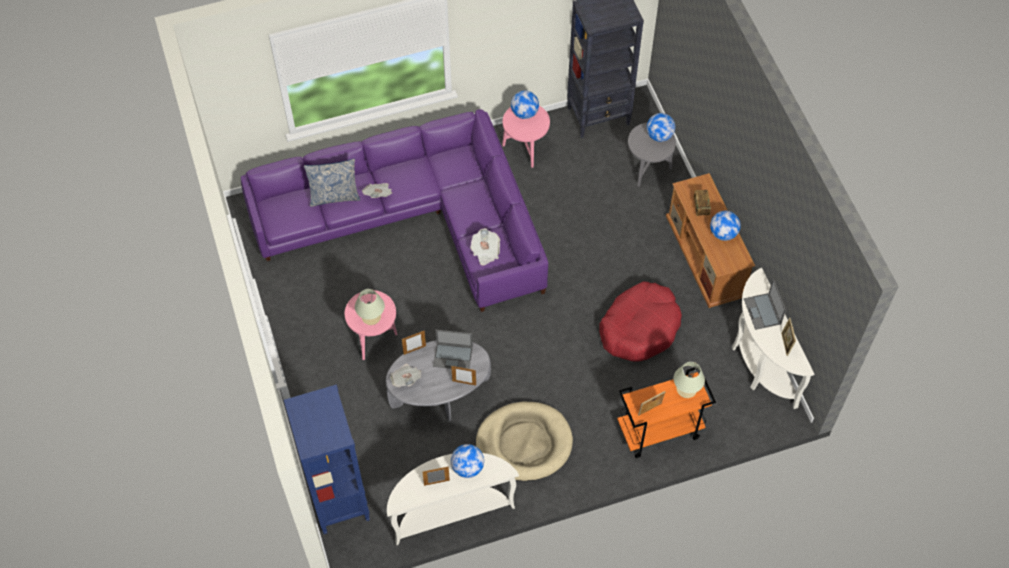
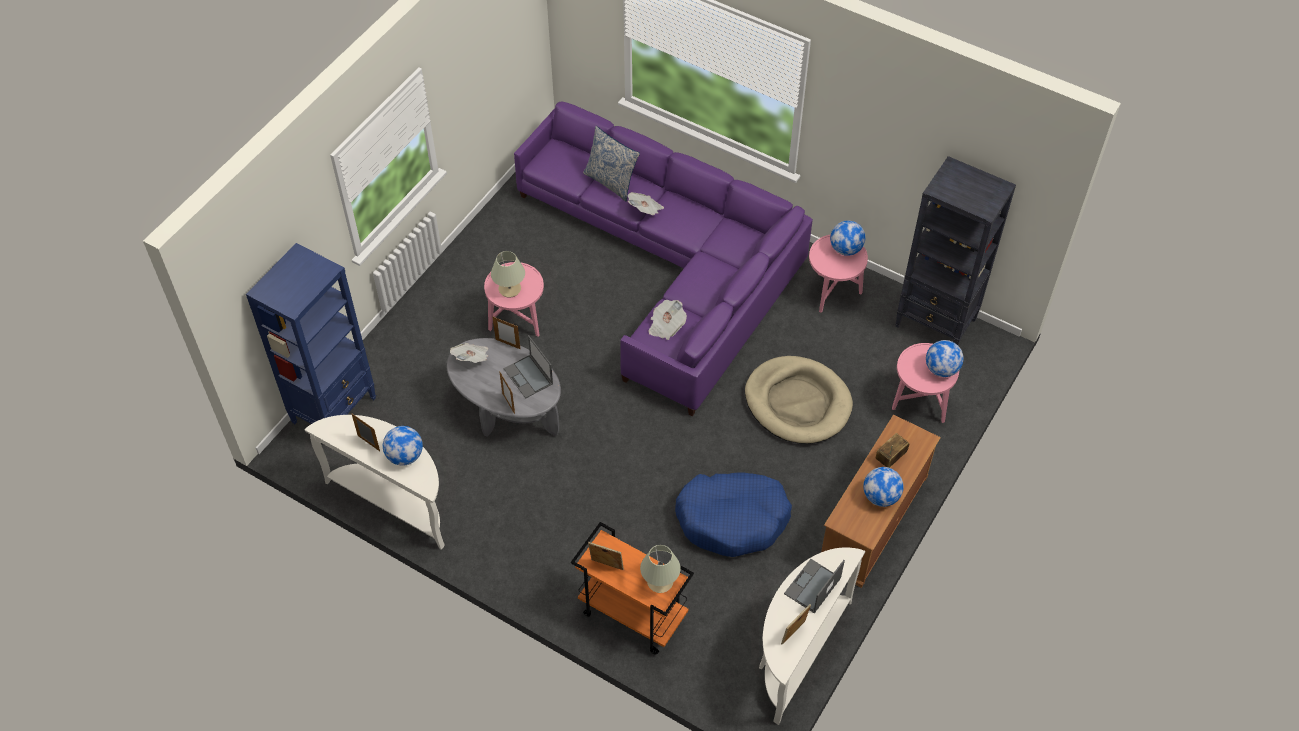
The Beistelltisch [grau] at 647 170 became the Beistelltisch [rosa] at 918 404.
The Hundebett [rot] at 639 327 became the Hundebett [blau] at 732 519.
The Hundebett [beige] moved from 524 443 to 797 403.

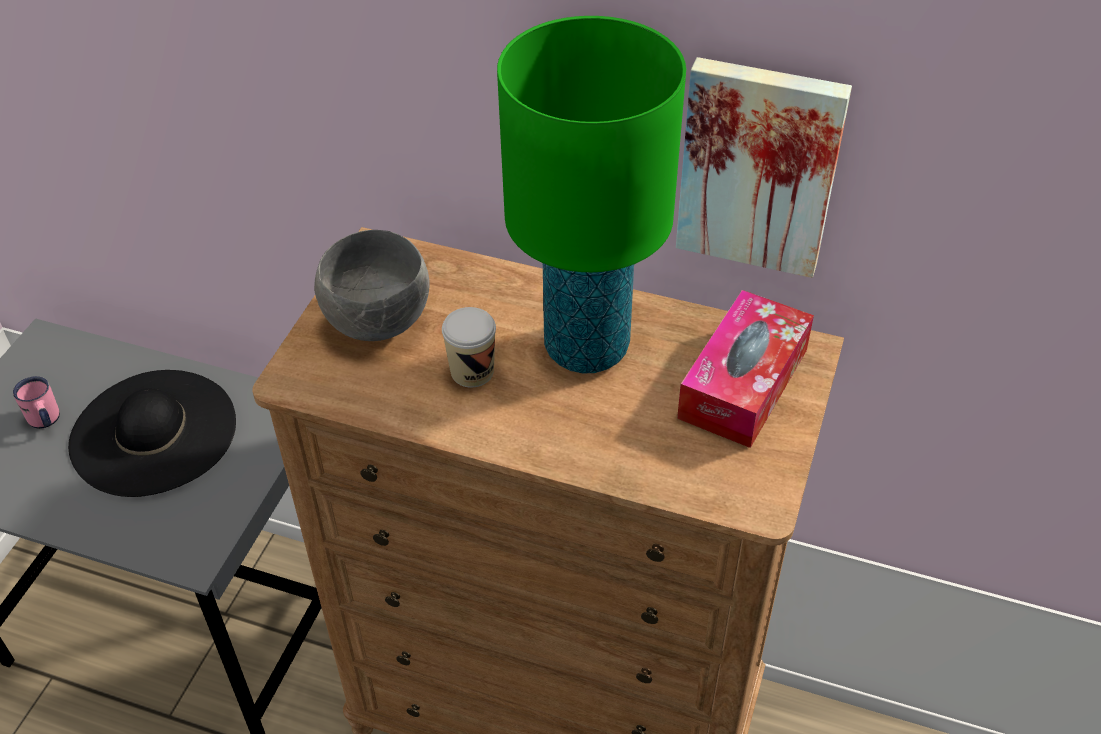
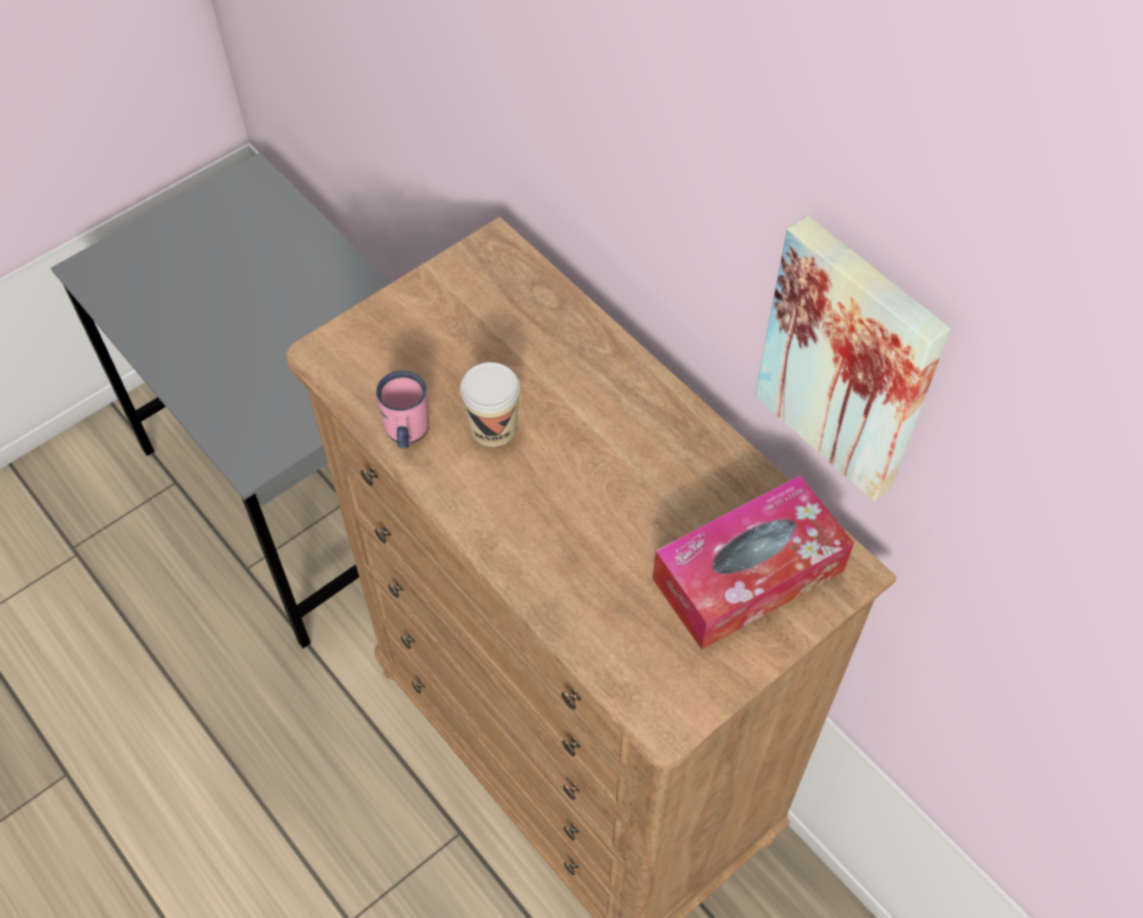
The Tischlampe [grün] at 587 347 disappeared.
The Schüssel [grau] at 380 321 disappeared.
The Hut [schwarz] at 153 432 disappeared.
The Henkelbecher [rosa] moved from 45 421 to 406 433.

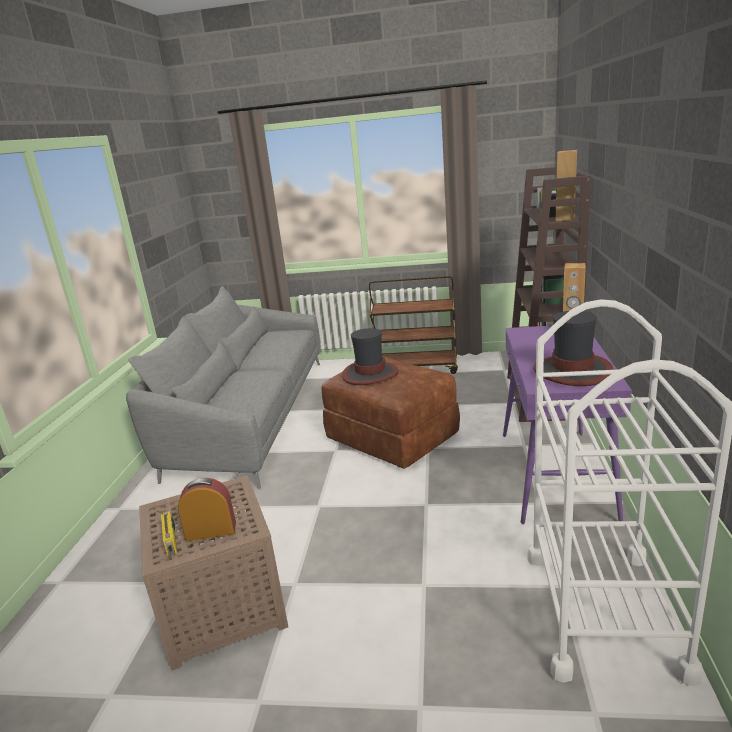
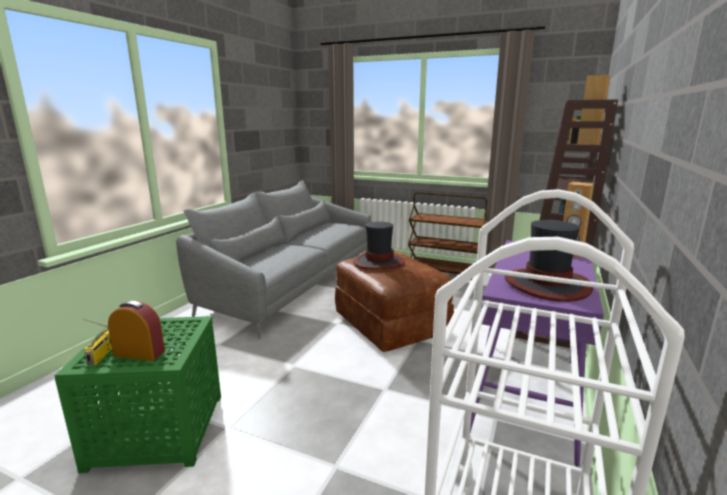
The Beistelltisch [braun] at 221 610 became the Beistelltisch [grün] at 155 431.

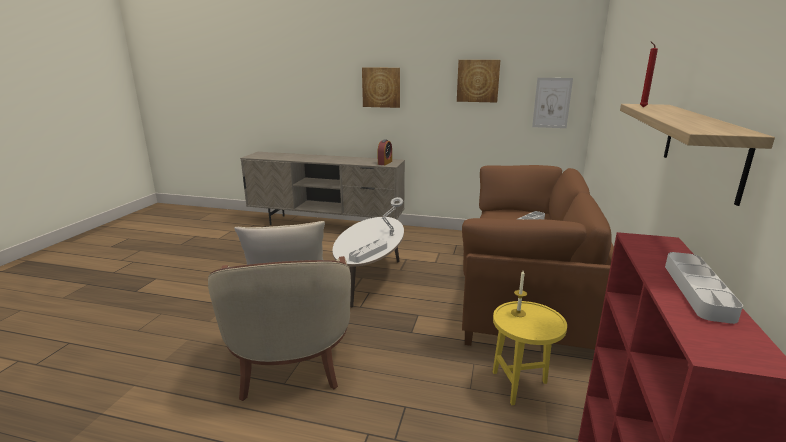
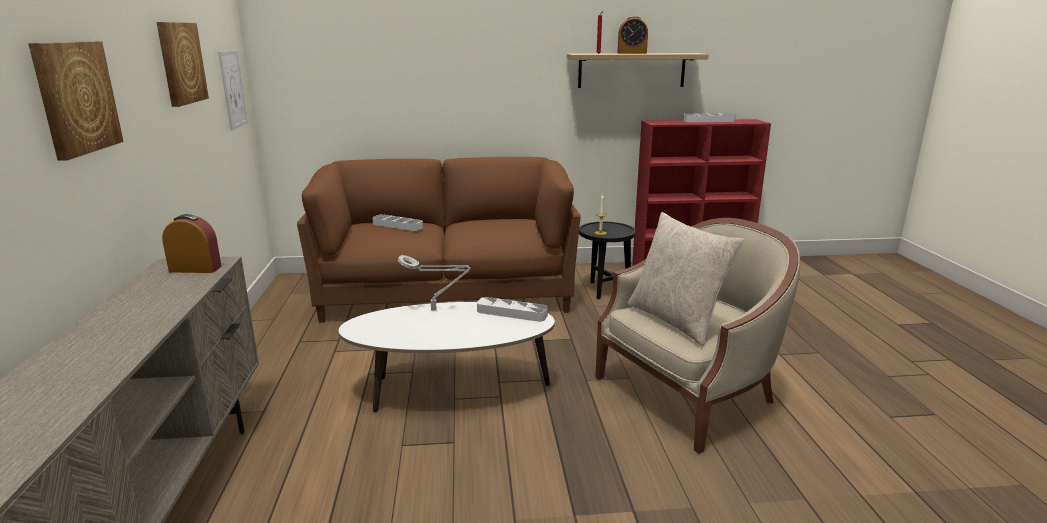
The Beistelltisch [gelb] at 521 385 became the Beistelltisch [schwarz] at 604 289.
The Wecker at 632 53 appeared.

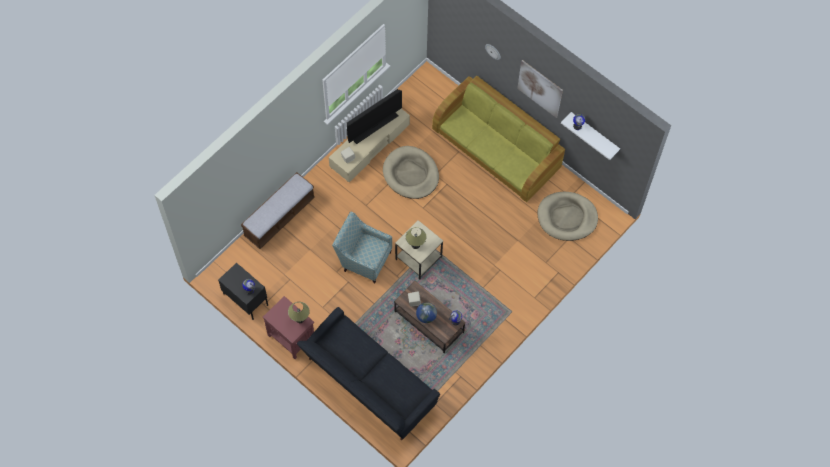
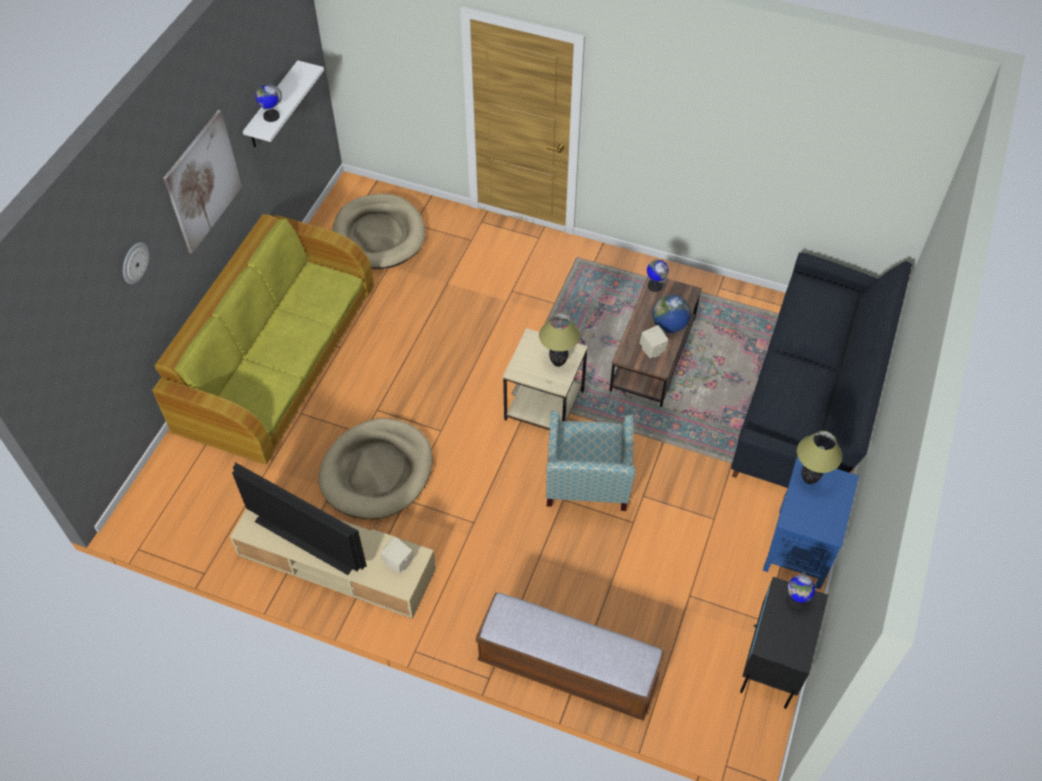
The Beistelltisch [rot] at 291 337 became the Beistelltisch [blau] at 799 547.

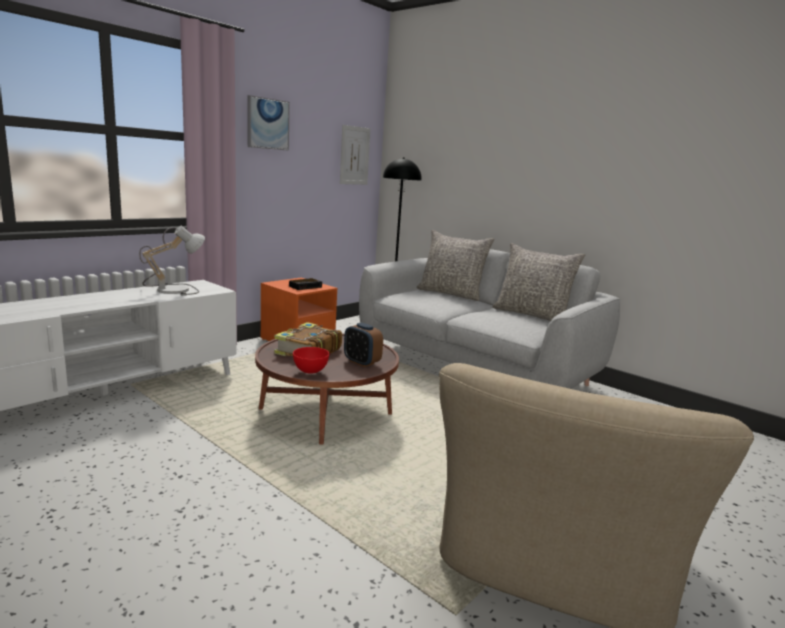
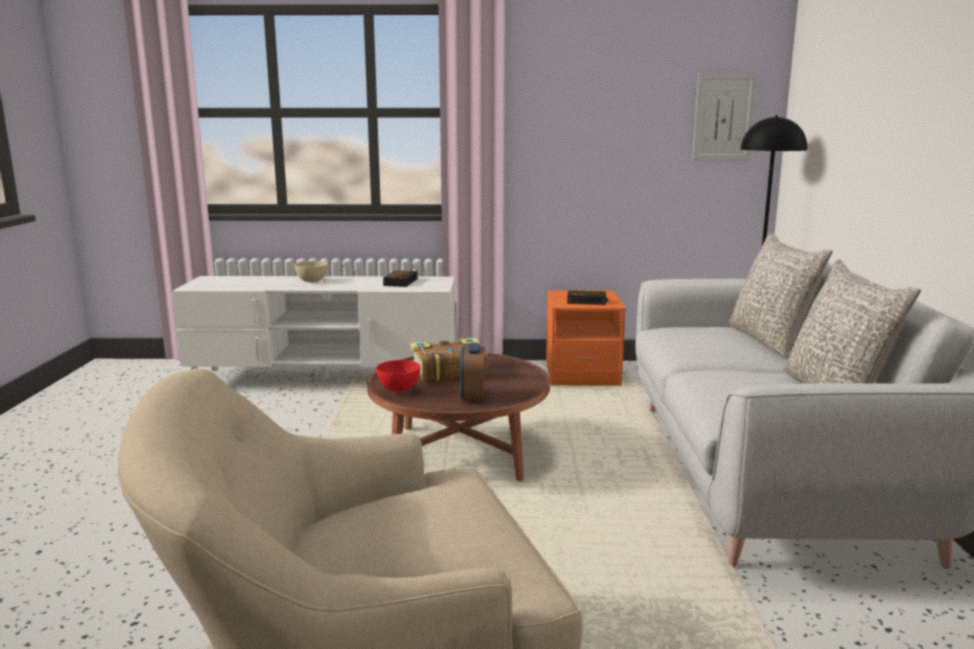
The Bild at 267 124 disappeared.
The Tischlampe at 174 289 was replaced by the Wecker at 401 282.
The Schüssel [beige] at 312 281 appeared.

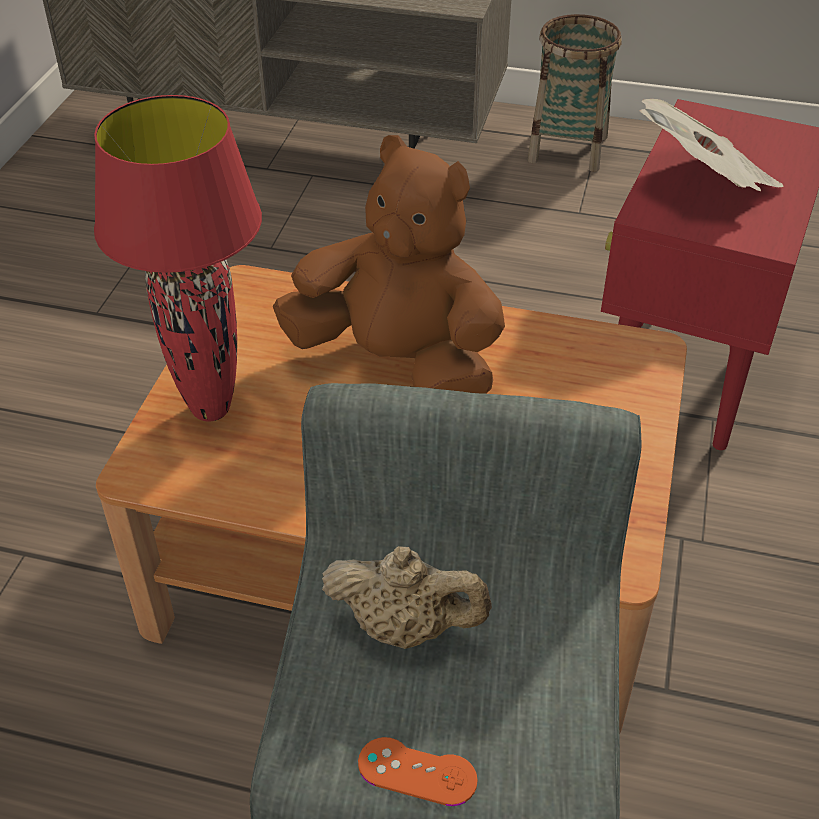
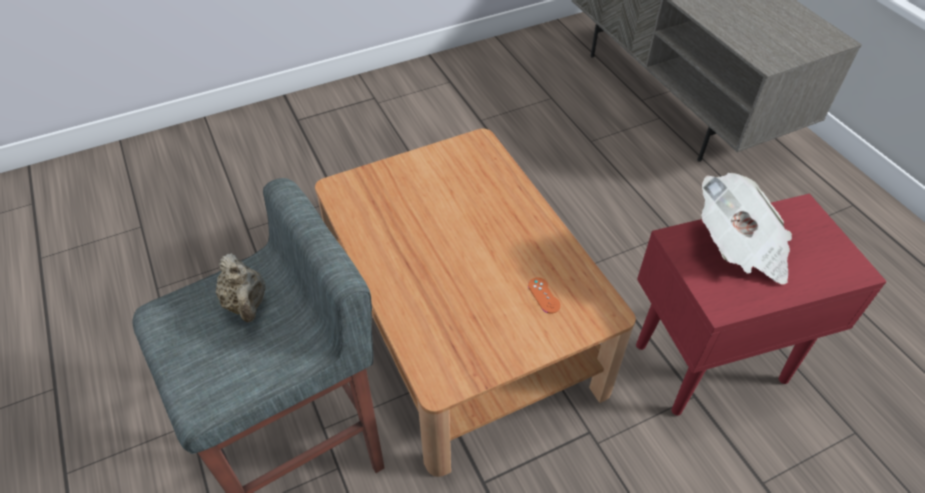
The Korb at 567 149 disappeared.
The Tischlampe [rot] at 211 408 disappeared.
The Plüschtier [braun] at 398 363 disappeared.
The Gamepad [orange] moved from 417 772 to 544 295.

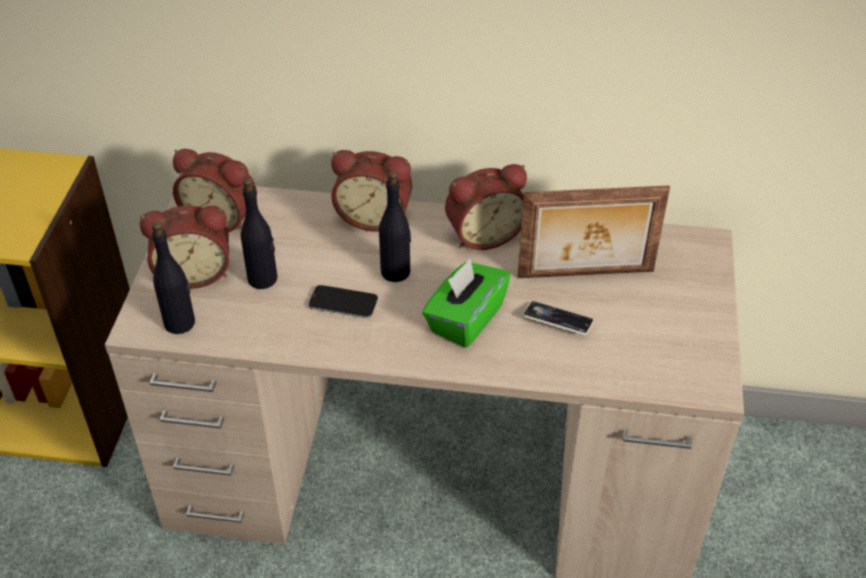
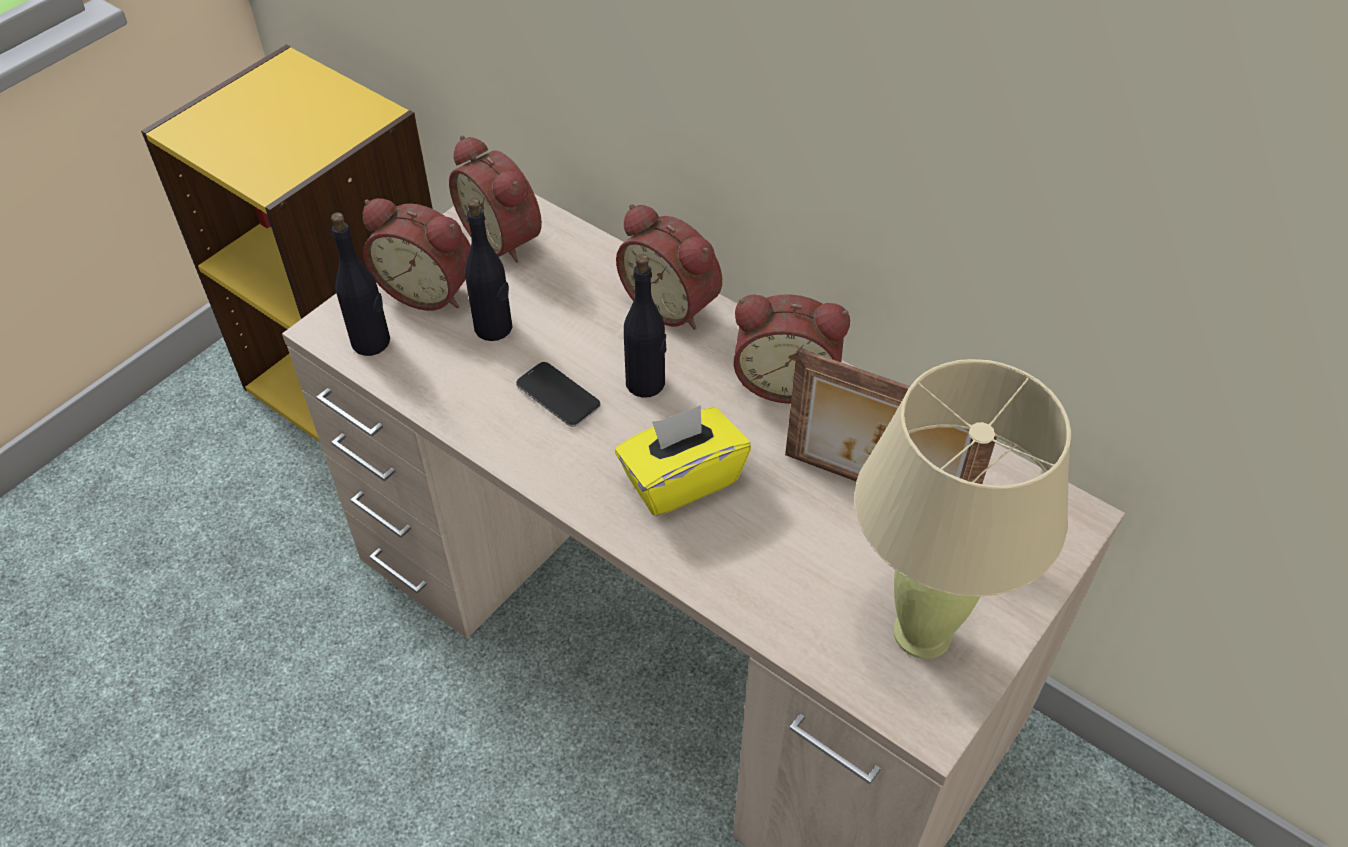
The Taschentuchbox [grün] at 465 319 became the Taschentuchbox [gelb] at 681 479.
The Handy at 558 321 disappeared.
The Tischlampe [beige] at 921 633 appeared.

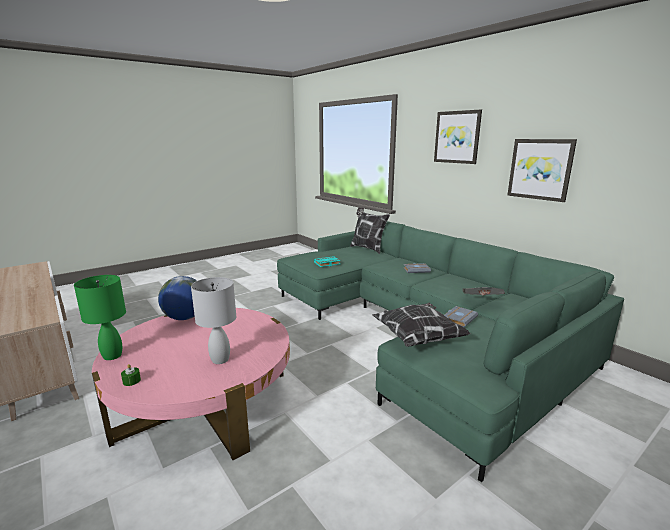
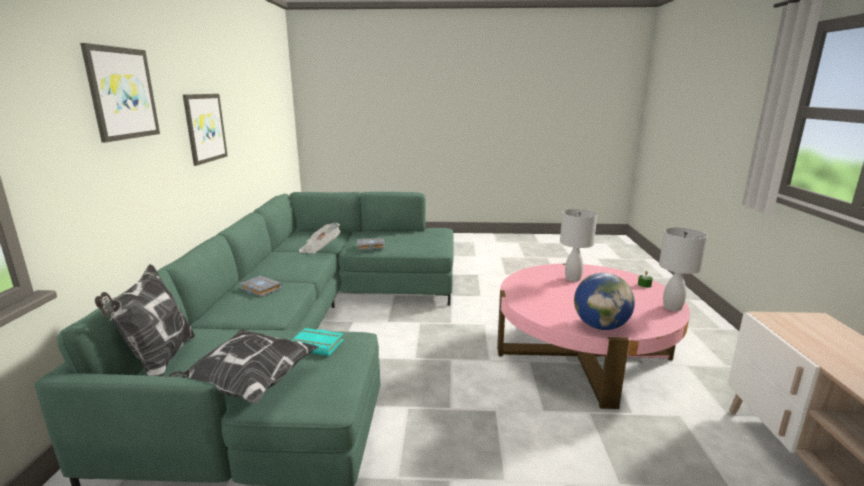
The Tischlampe [grün] at 112 355 became the Tischlampe [weiß] at 673 308.
The Kissen moved from 418 338 to 247 385.

